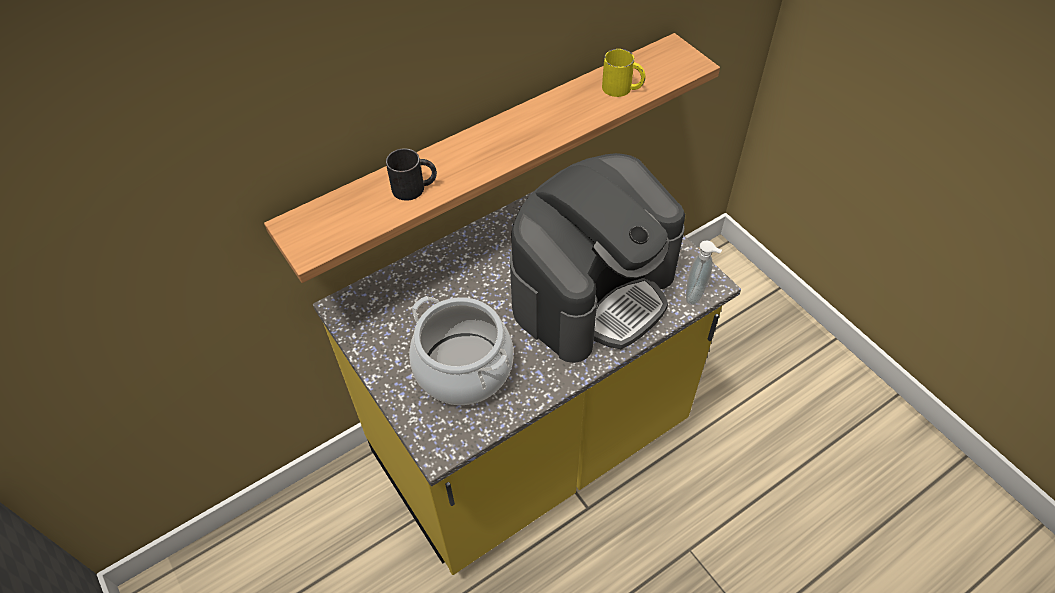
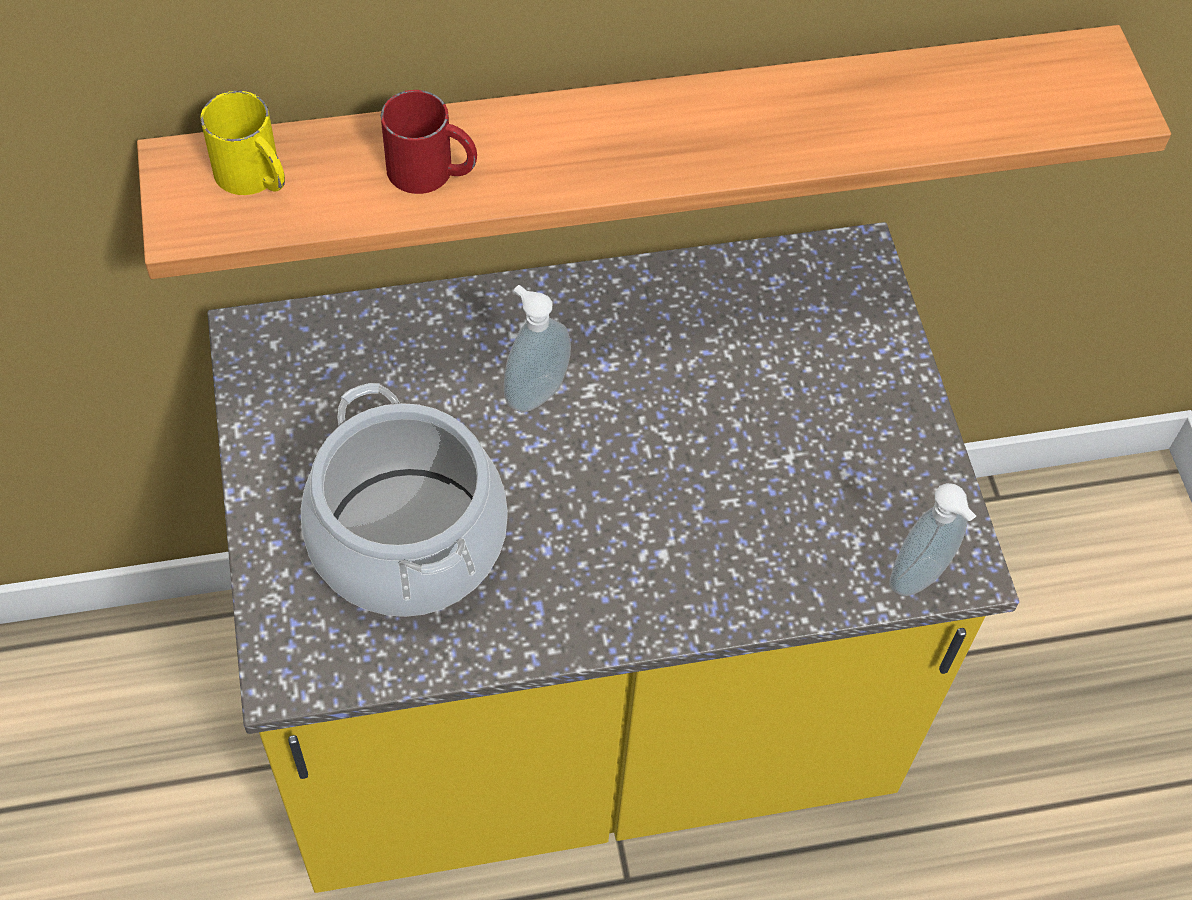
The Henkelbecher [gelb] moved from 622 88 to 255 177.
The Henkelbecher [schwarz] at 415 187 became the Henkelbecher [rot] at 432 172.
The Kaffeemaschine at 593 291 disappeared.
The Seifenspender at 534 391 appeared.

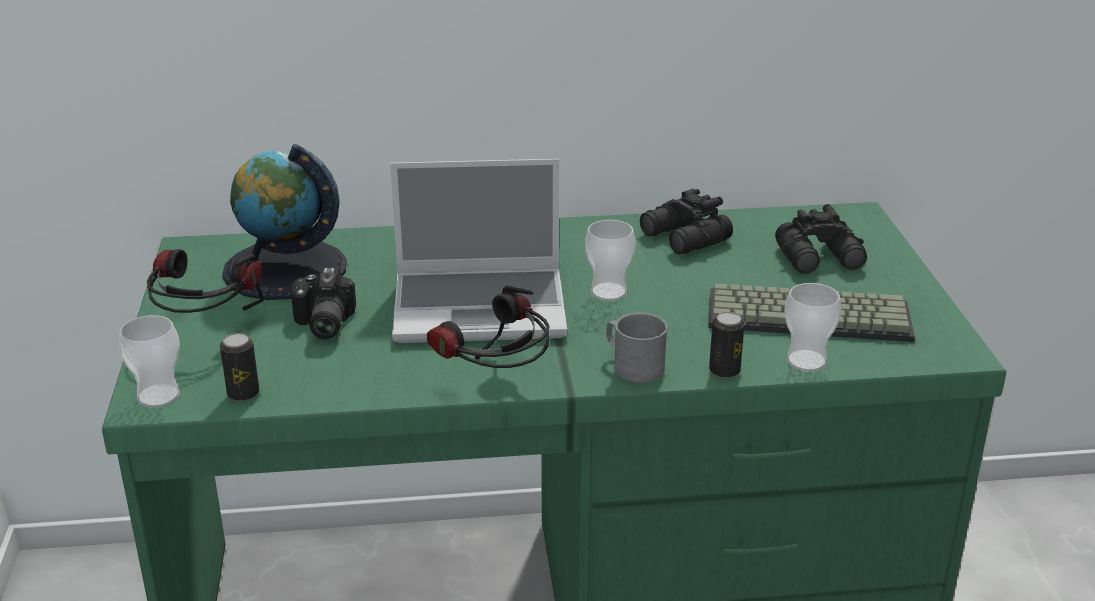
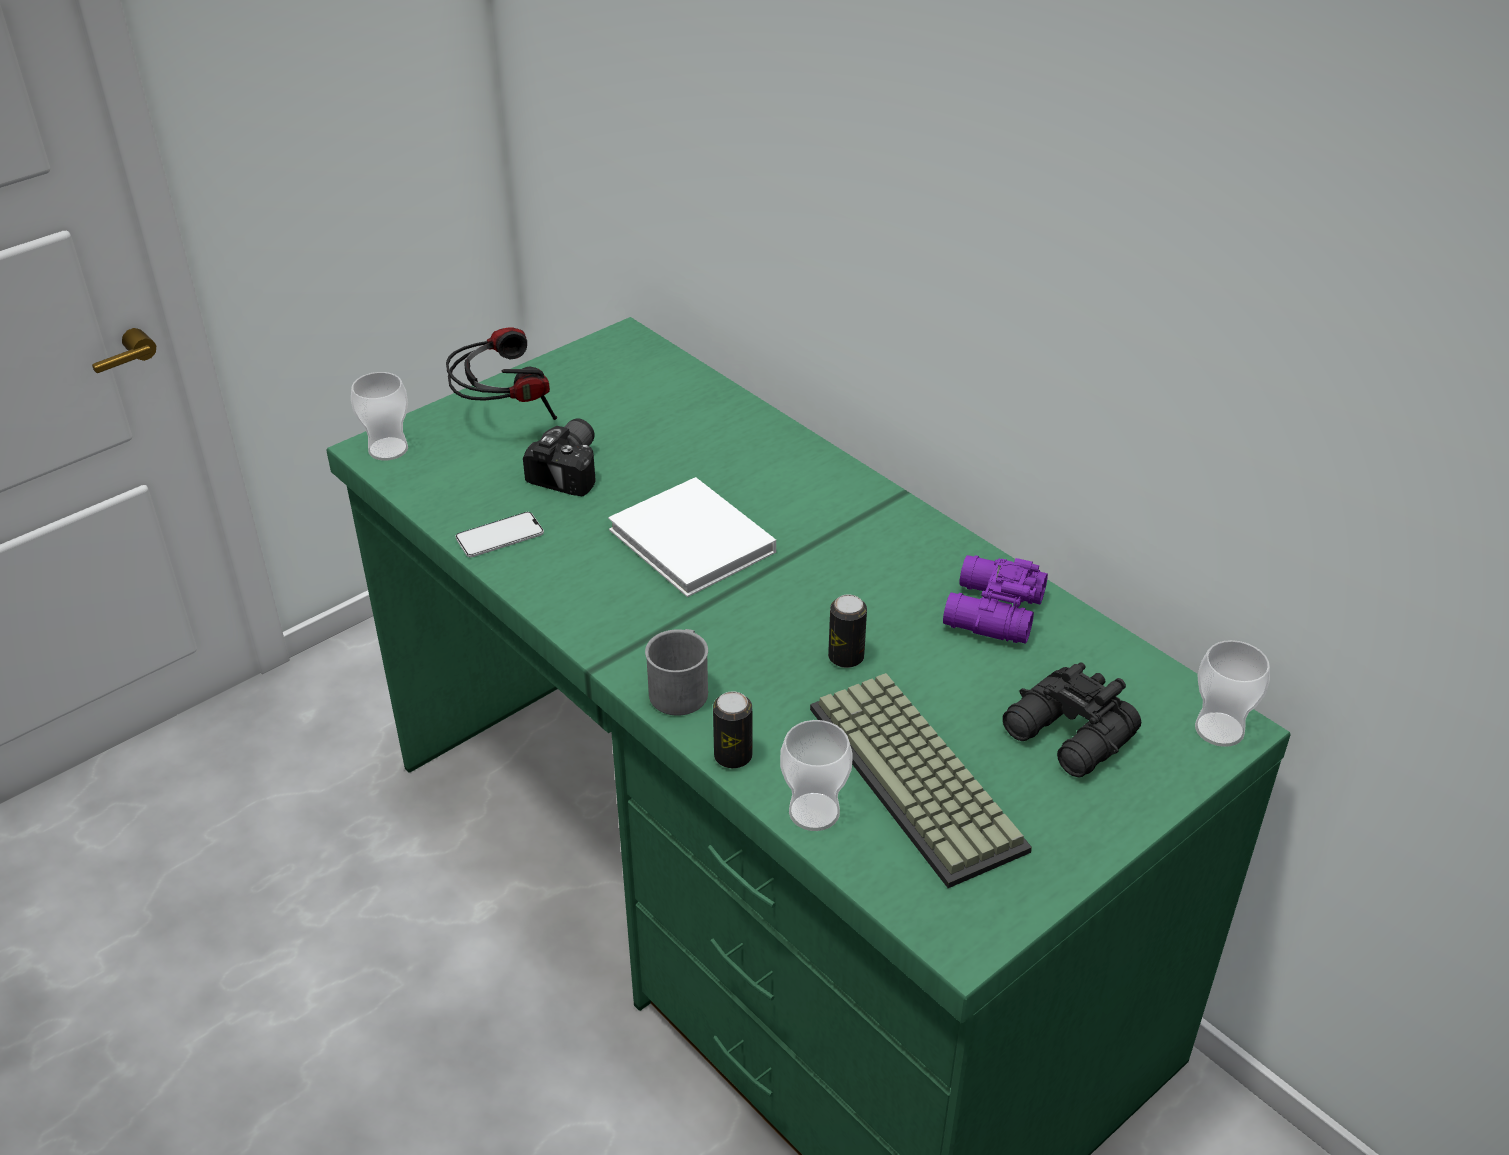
The Globus at 285 269 disappeared.
The Laptop at 482 307 was replaced by the Buch [weiß] at 694 543.
The Fernglas [schwarz] at 684 238 became the Fernglas [lila] at 990 612.
The Tasse moved from 608 292 to 1219 729.
The Kamera at 321 324 turned 150 degrees clockwise.
The Kopfhörer at 496 385 disappeared.
The Dose moved from 243 393 to 846 657.
The Handy at 499 535 appeared.

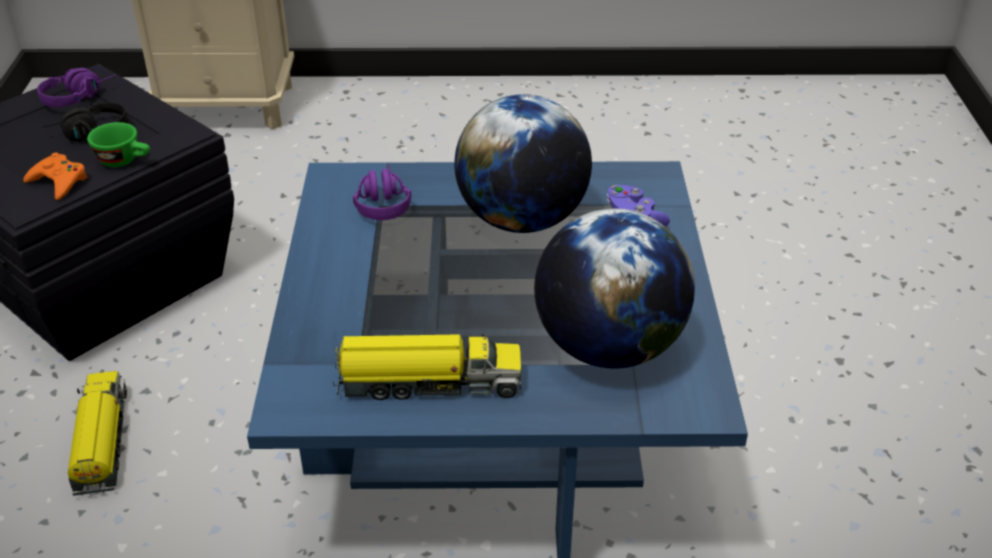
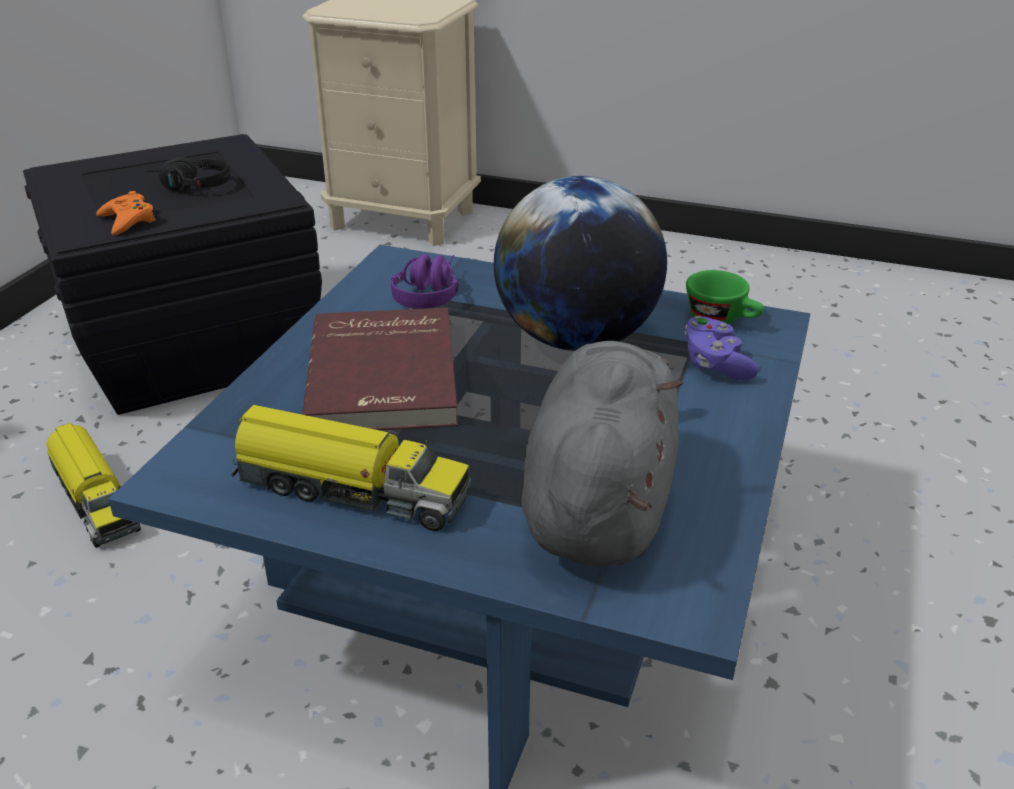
The Kopfhörer [lila] at 79 96 disappeared.
The Tasse [grün] moved from 125 161 to 722 321.
The Globus at 608 347 was replaced by the Plüschtier [grau] at 599 501.
The Spielzeuglaster at 101 442 turned 135 degrees clockwise.
The Buch [rot] at 386 375 appeared.

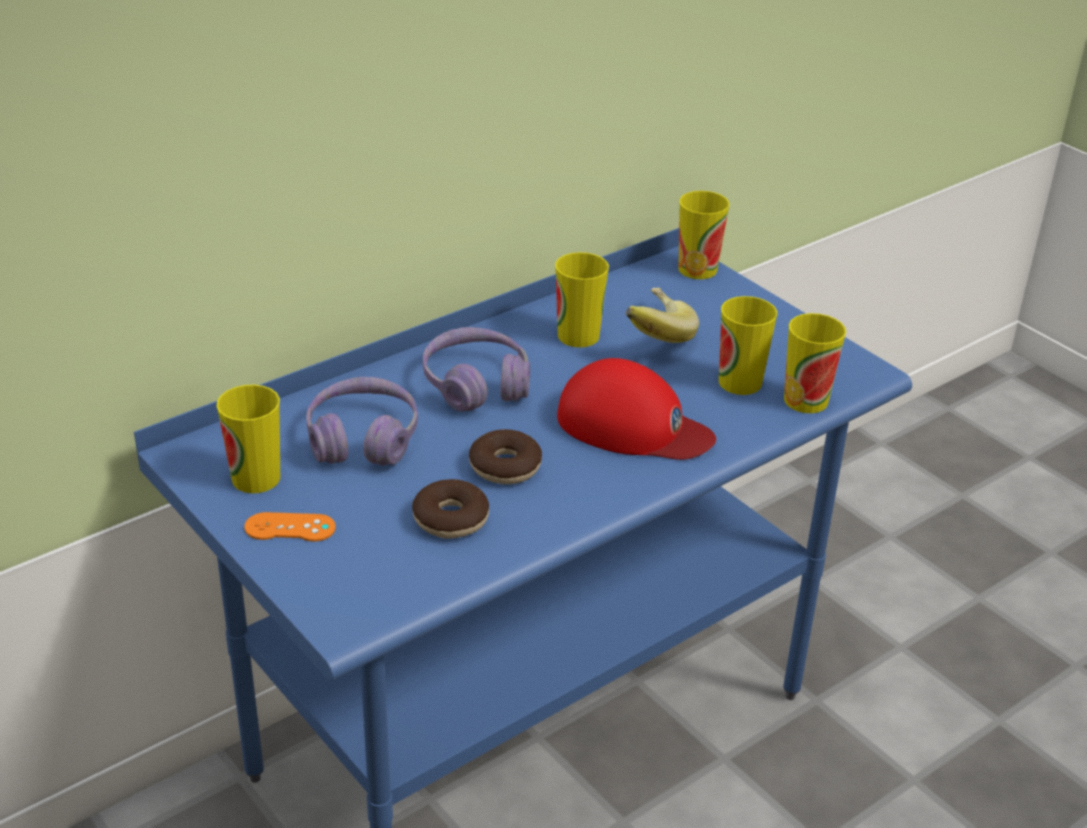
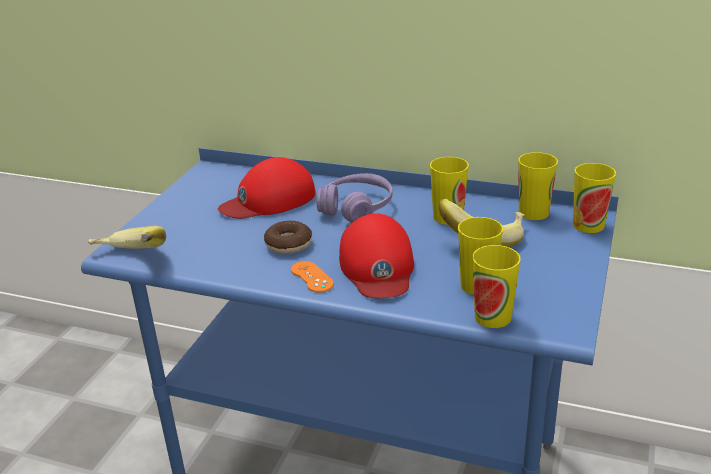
The Kopfhörer [lila] at 362 438 was replaced by the Kappe [rot] at 269 200.
The Tasse moved from 256 478 to 533 212.
The Donut at 451 519 disappeared.
The Gamepad [orange] moved from 290 528 to 312 277.
The Banane at 129 260 appeared.

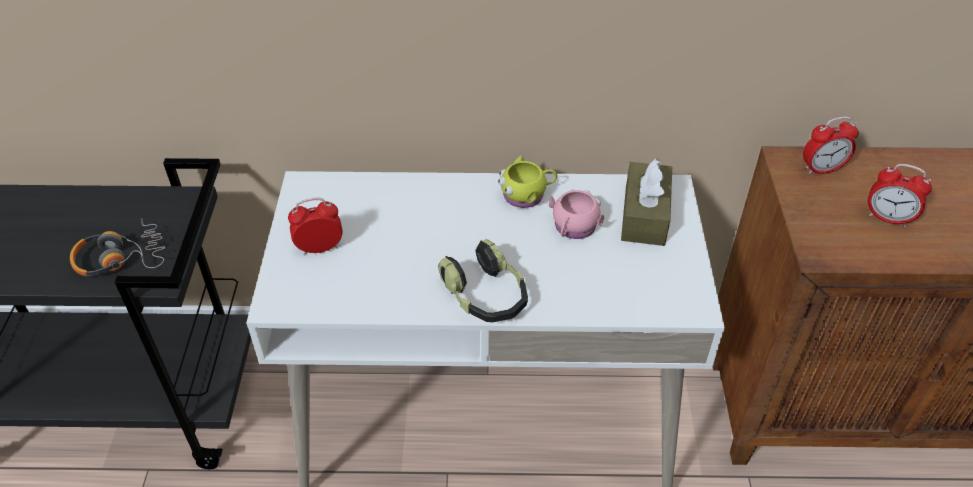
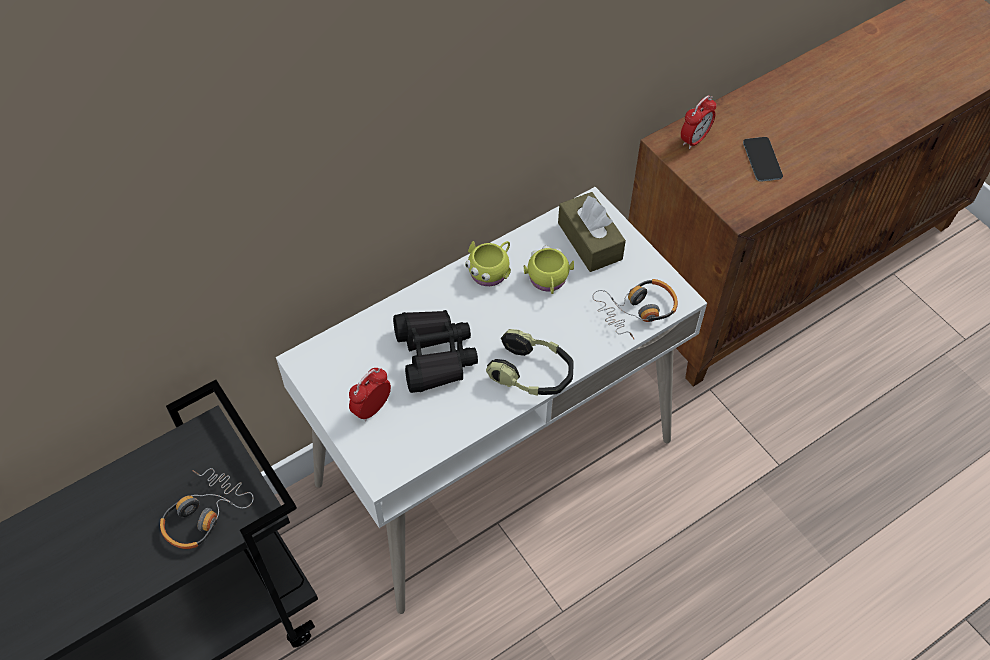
The Wecker at 887 218 was replaced by the Handy at 762 159.
The Henkelbecher [rosa] at 573 228 became the Henkelbecher [gelb] at 548 281.
The Kopfhörer at 637 311 appeared.
The Fernglas [schwarz] at 435 355 appeared.

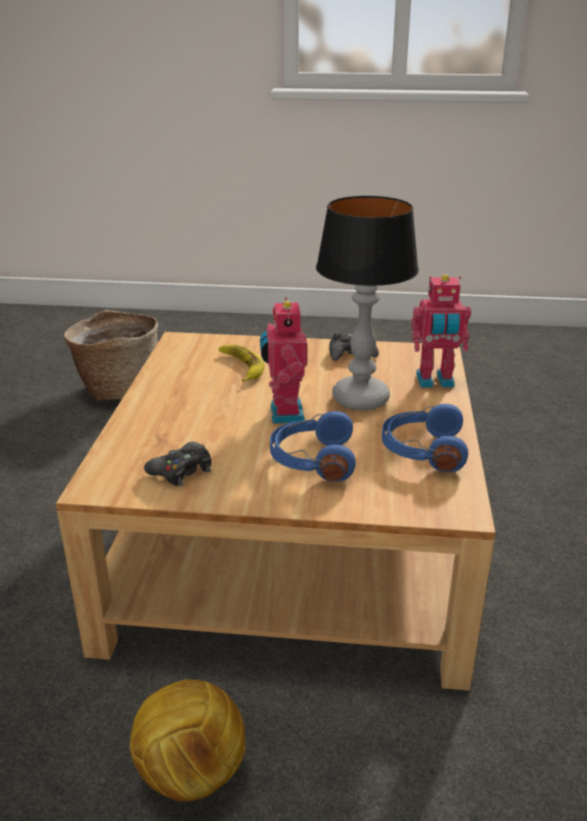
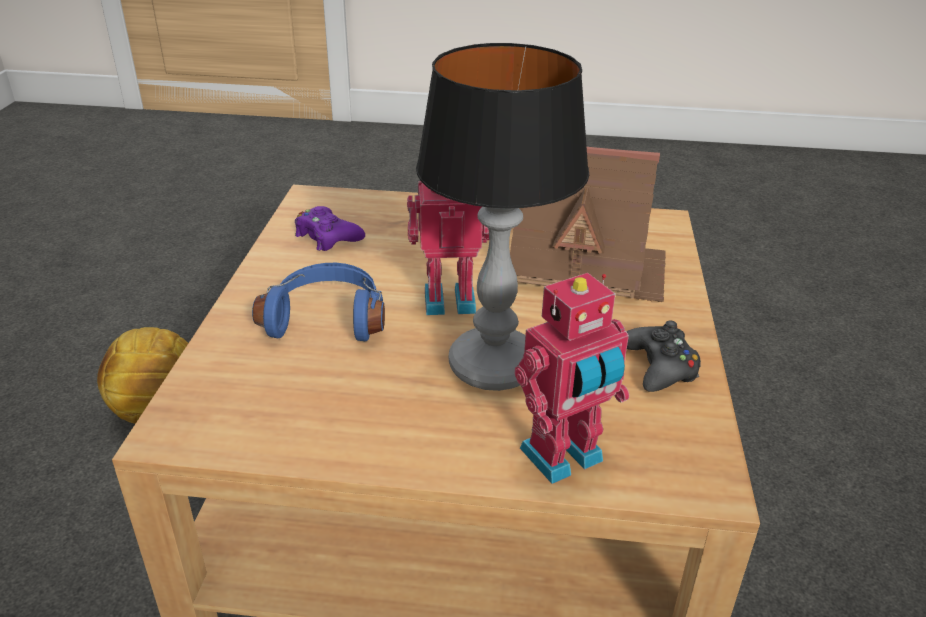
The Spielzeugroboter at 435 382 turned 120 degrees counterclockwise.
The Korb at 118 389 disappeared.
The Banane at 241 367 was replaced by the Spielzeughaus at 587 266.
The Kopfhörer [blau] at 422 451 disappeared.
The Gamepad [schwarz] at 182 471 became the Gamepad [lila] at 327 237.

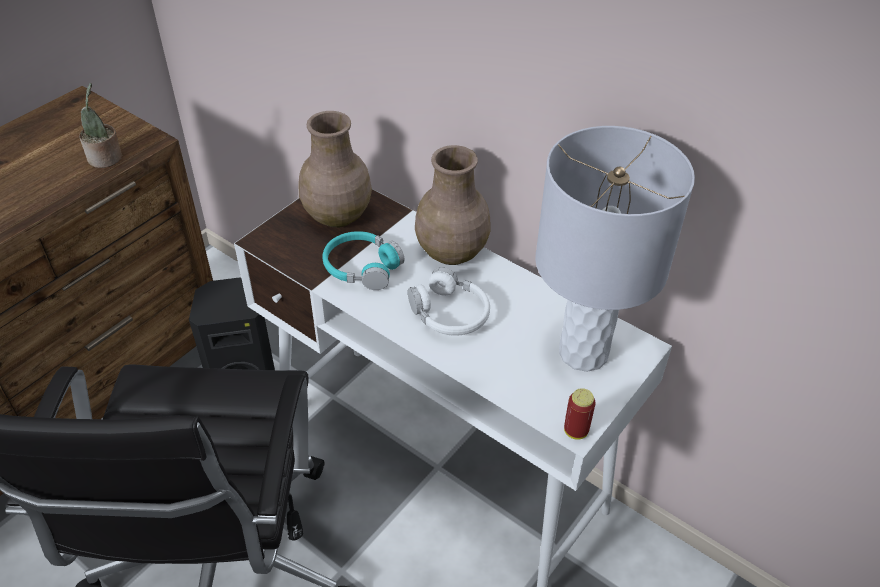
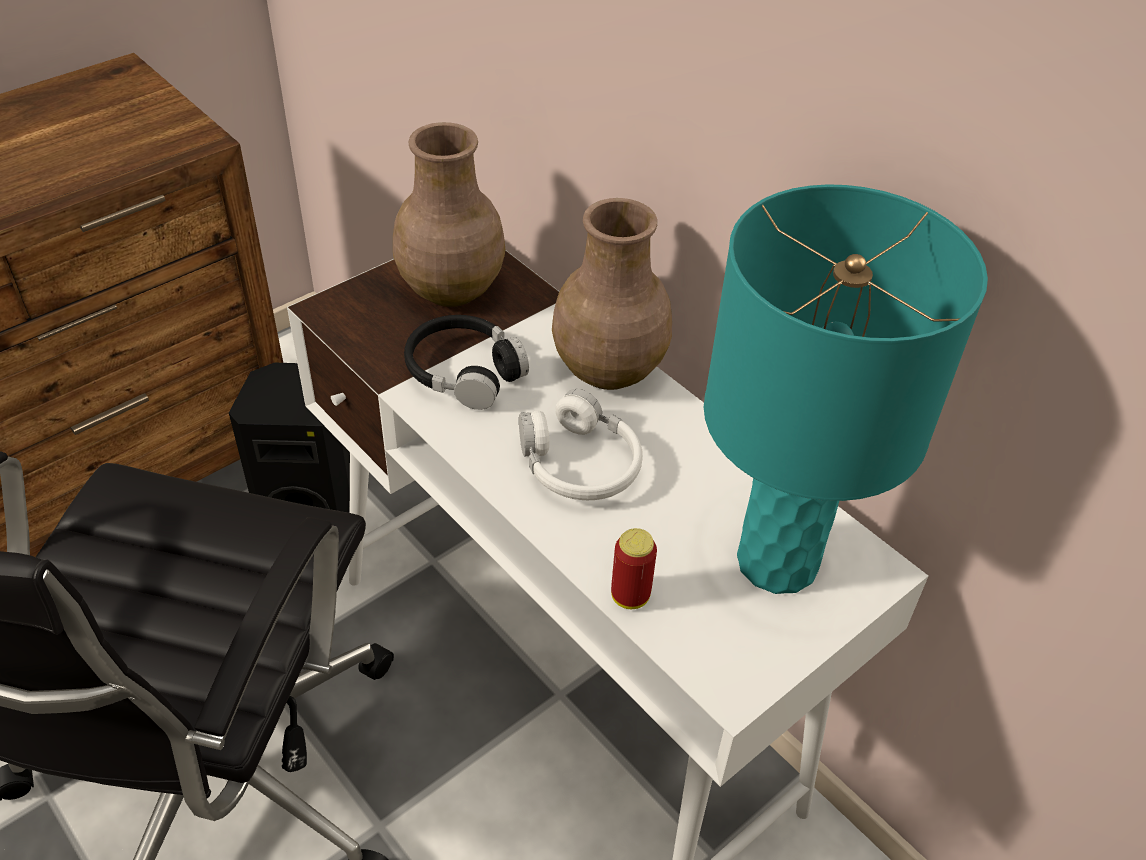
The Topfpflanze at 106 159 disappeared.
The Tischlampe [grau] at 582 352 became the Tischlampe [türkis] at 775 561.
The Kopfhörer [türkis] at 362 267 became the Kopfhörer [schwarz] at 464 372.
The Dose moved from 575 431 to 630 596.

